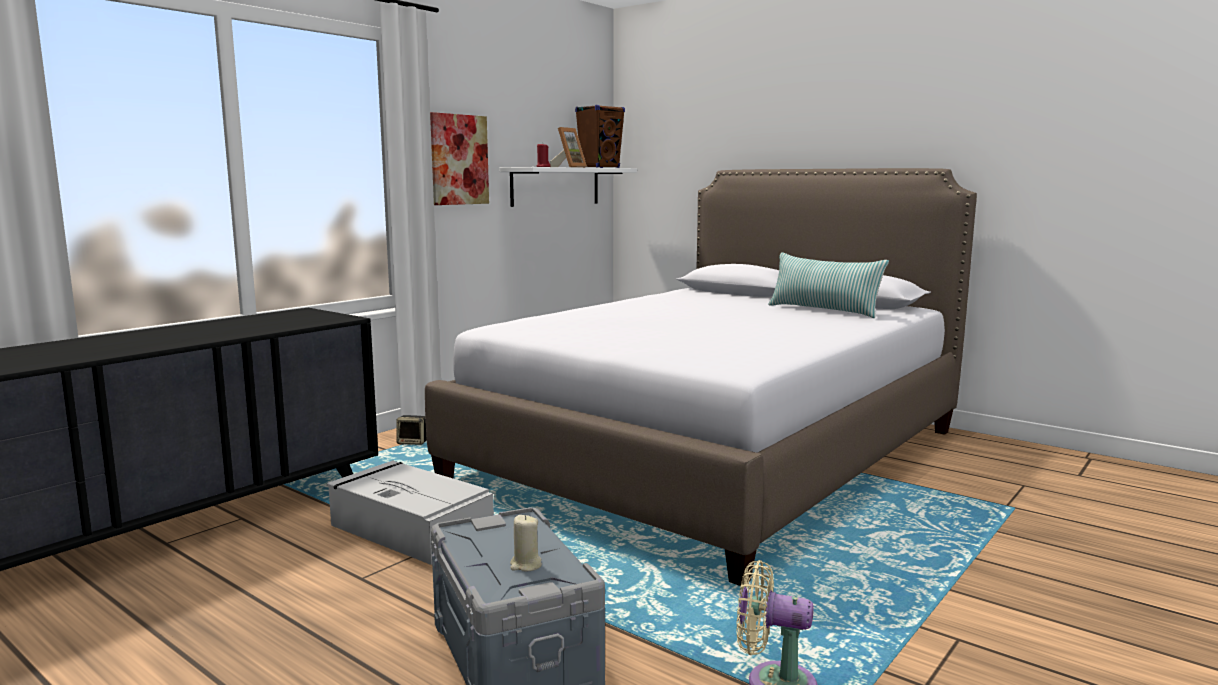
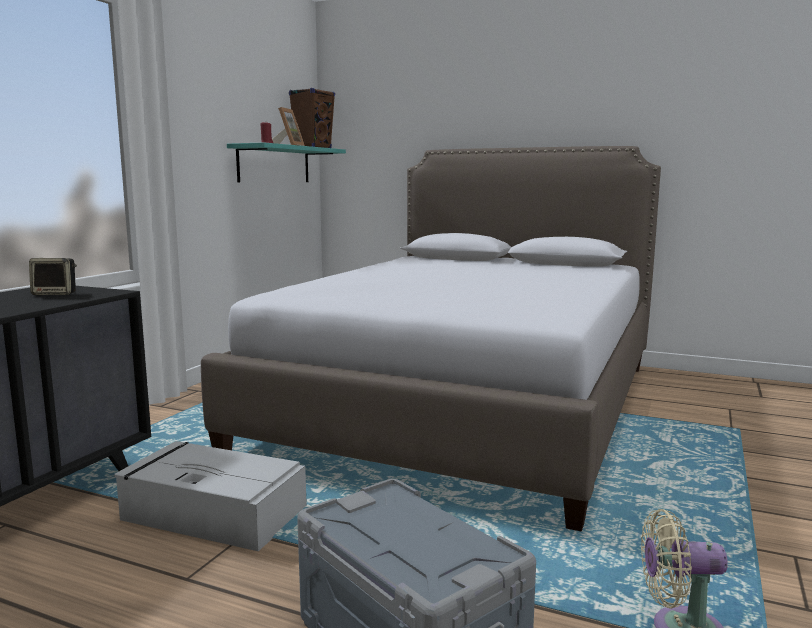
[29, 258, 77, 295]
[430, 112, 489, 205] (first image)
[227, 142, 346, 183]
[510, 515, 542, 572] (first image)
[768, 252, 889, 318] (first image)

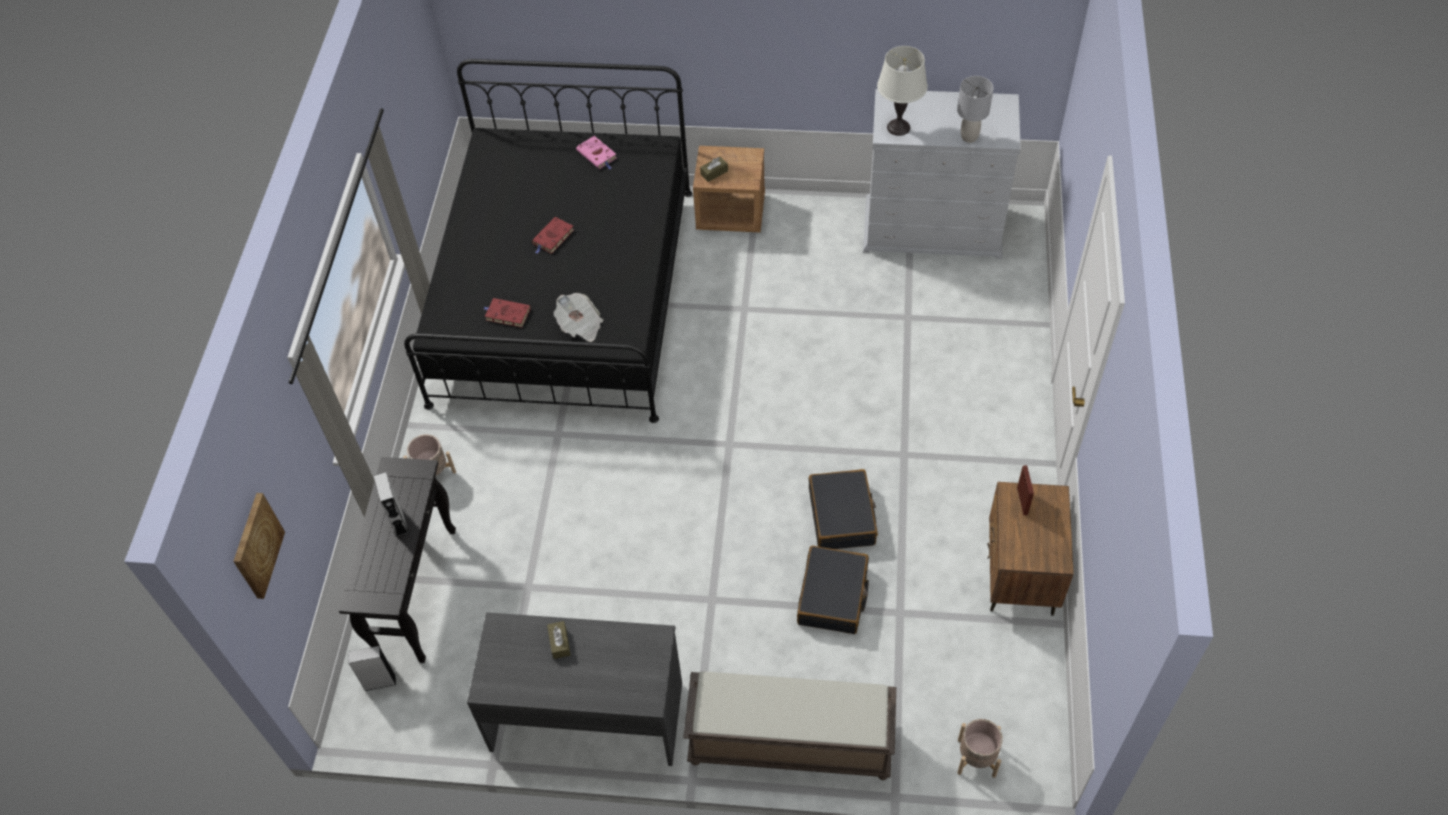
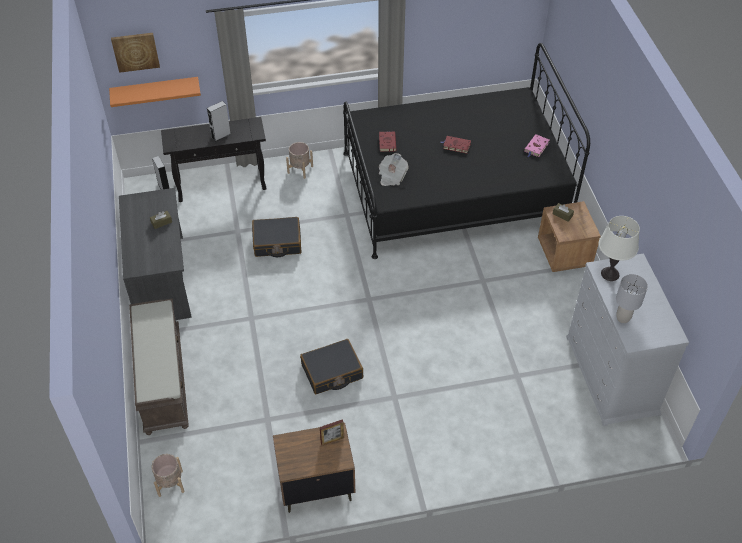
[252, 217, 302, 257]
[109, 77, 201, 107]

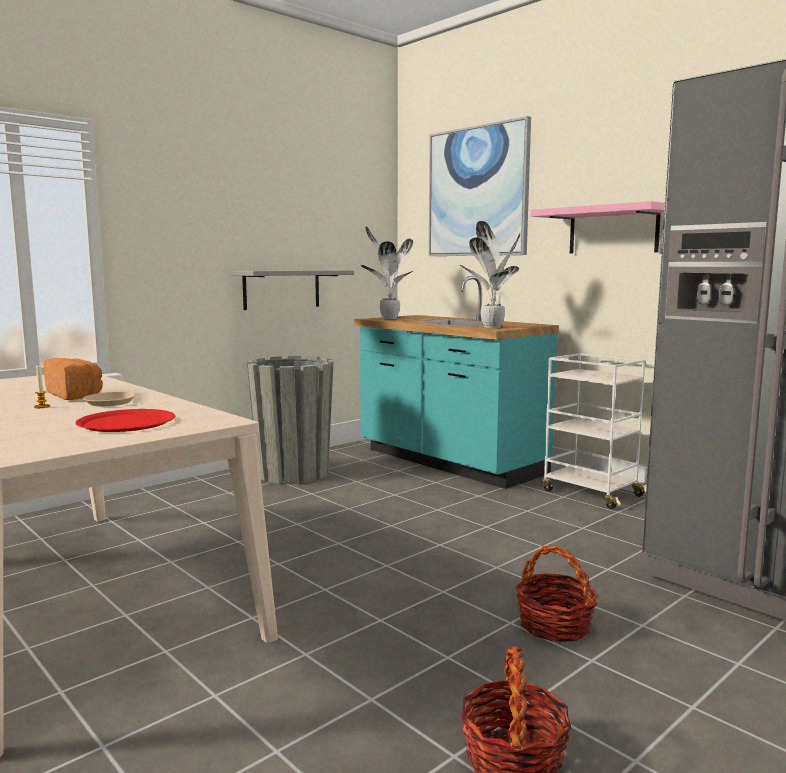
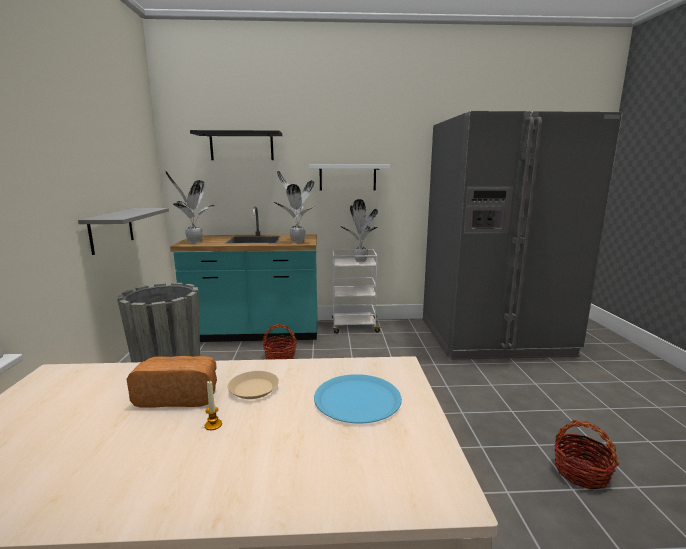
[314, 374, 402, 423]
[190, 130, 282, 160]
[262, 324, 297, 360]
[309, 164, 390, 191]
[340, 199, 378, 262]

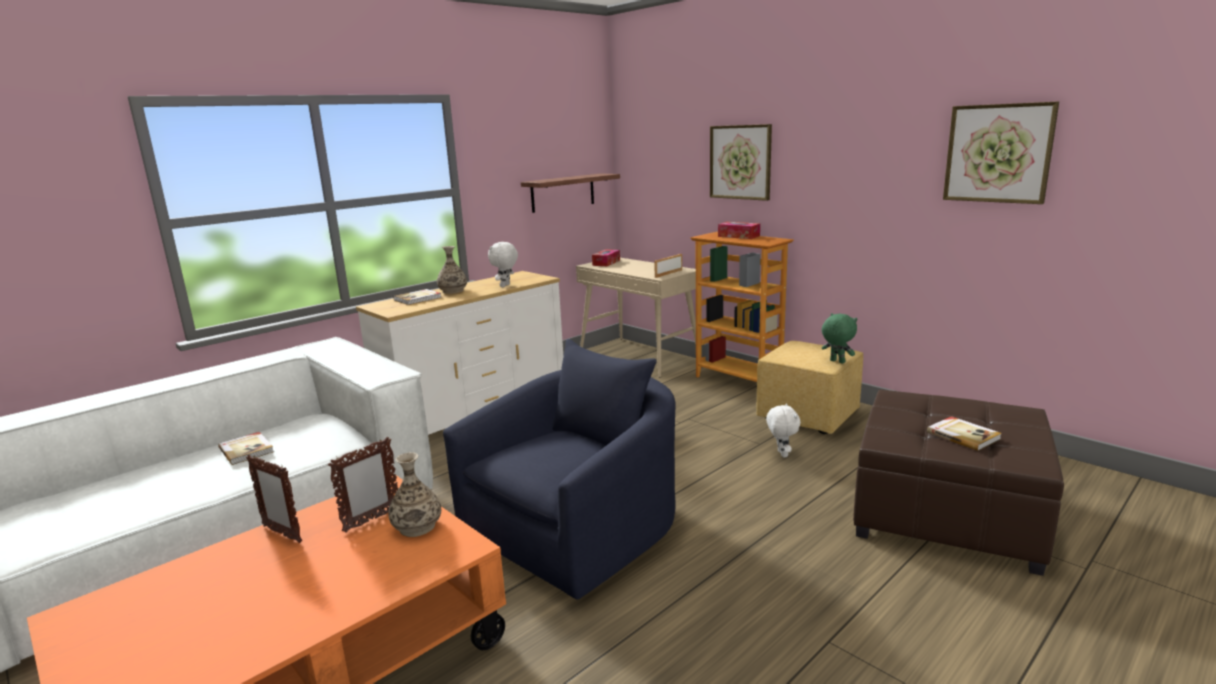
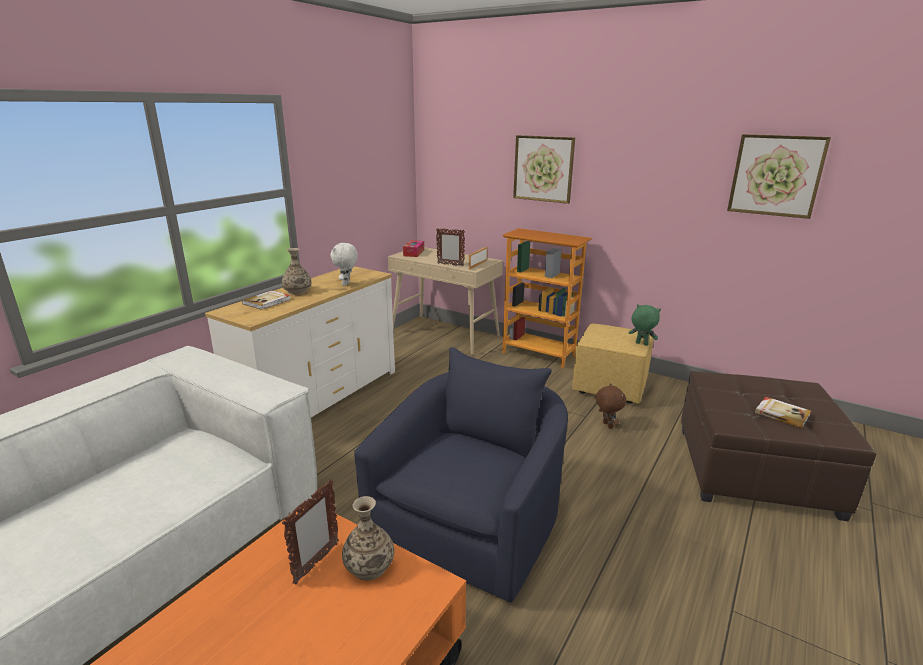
[218, 432, 274, 465] (first image)
[436, 228, 465, 266]
[521, 173, 620, 213] (first image)
[718, 222, 760, 239] (first image)
[596, 383, 626, 429]

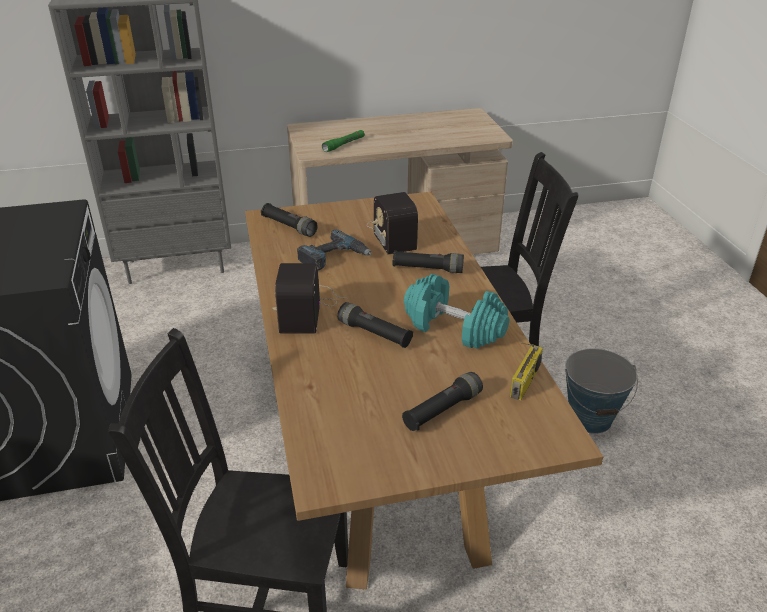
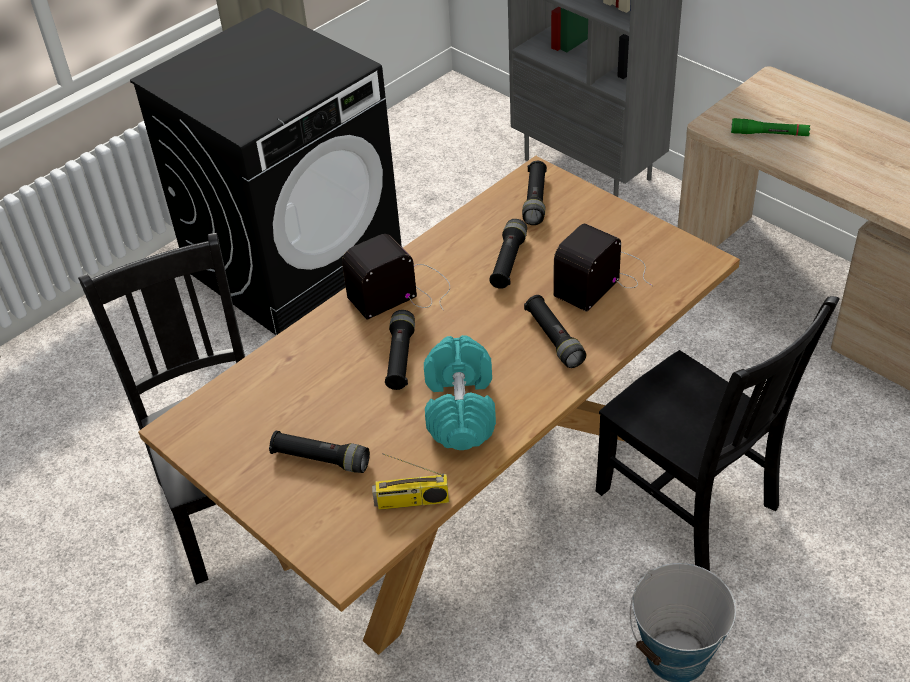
[489, 219, 527, 289]

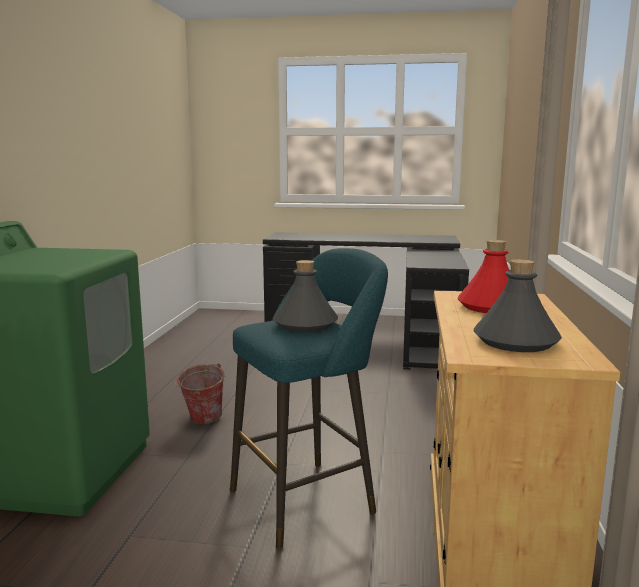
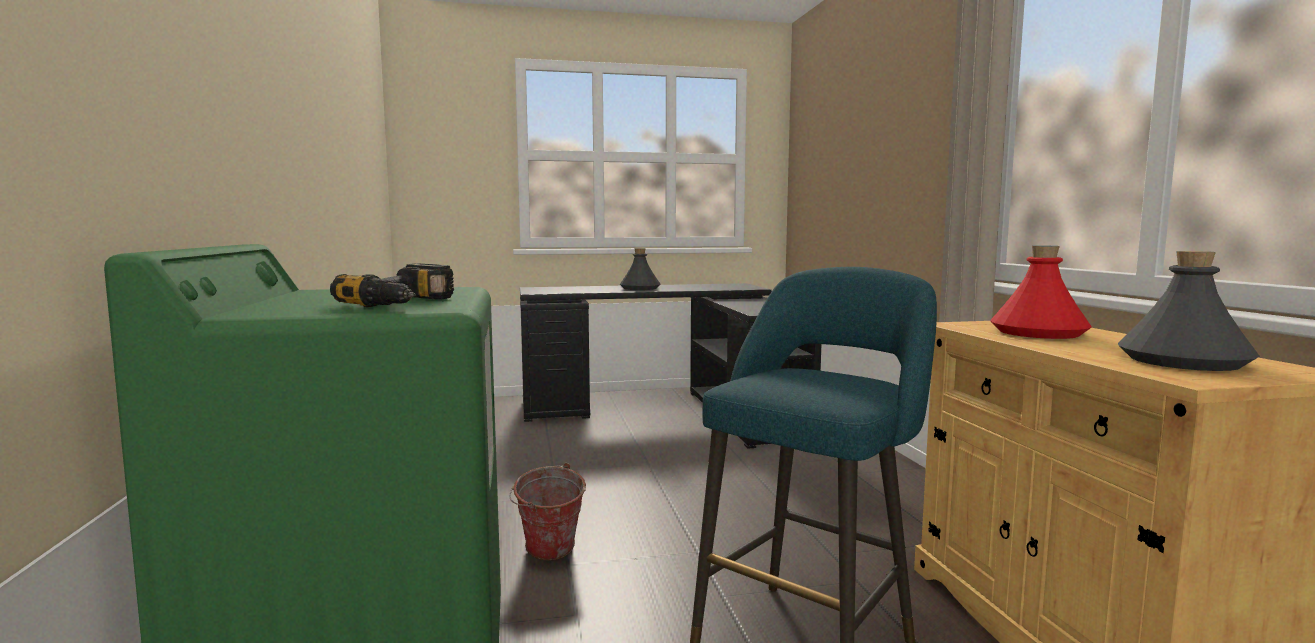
[620, 248, 660, 290]
[330, 263, 454, 307]

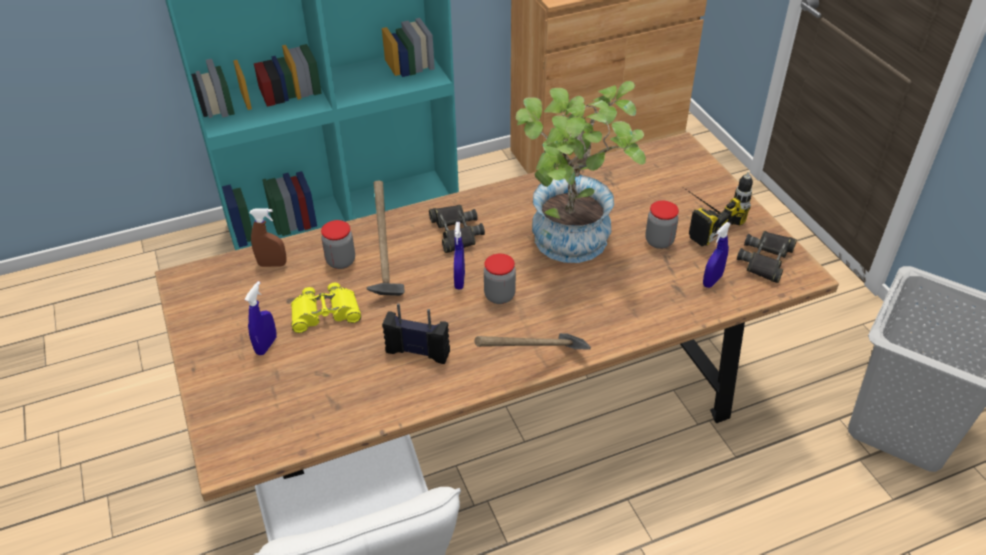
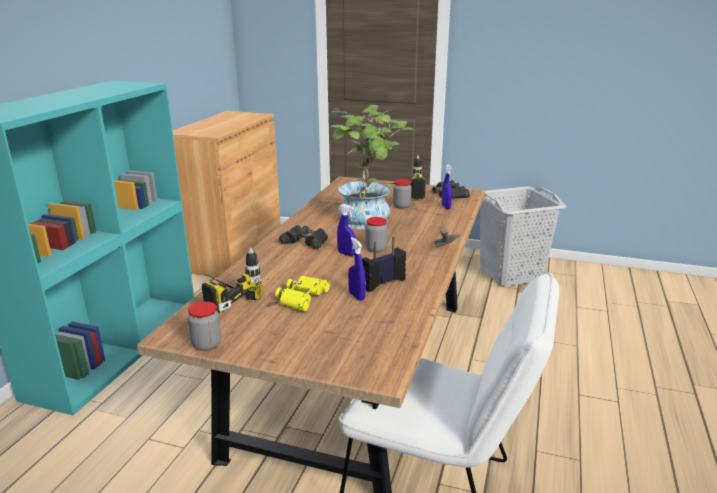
[348, 237, 366, 301]
[202, 247, 263, 315]
[188, 301, 221, 351]
[367, 181, 405, 296] (first image)

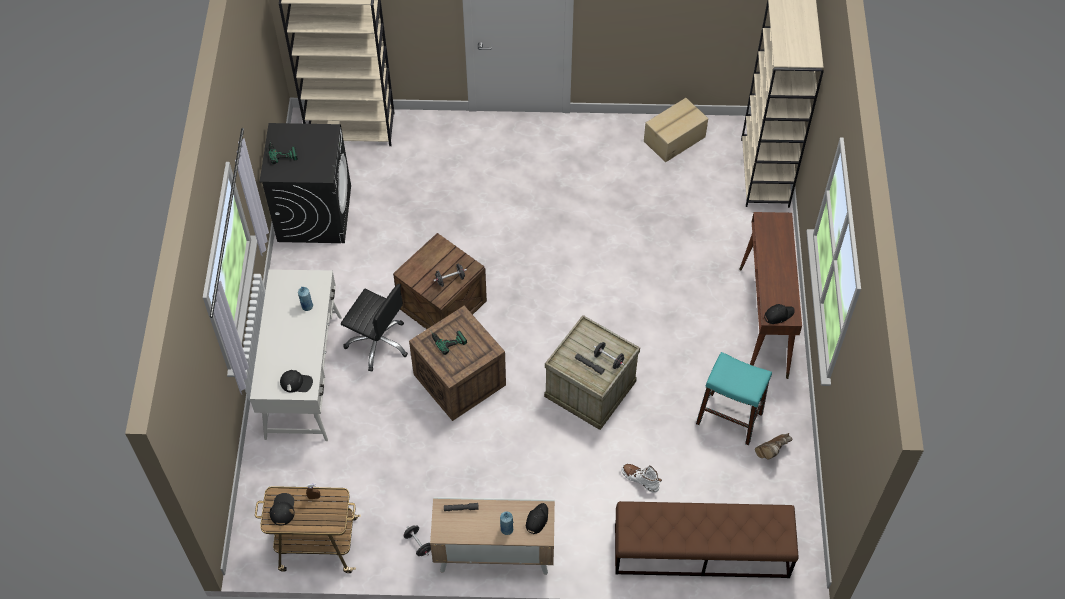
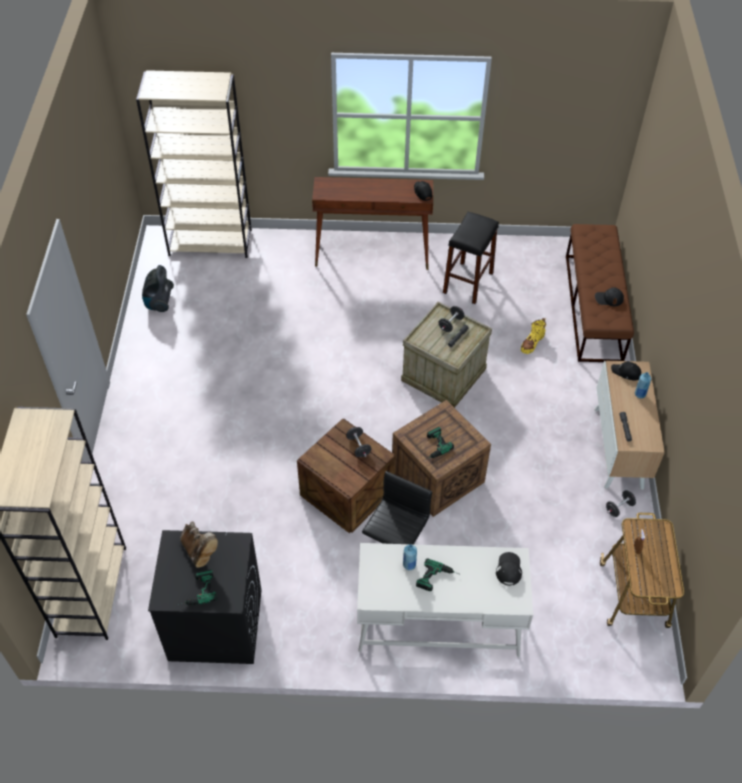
[595, 287, 624, 306]
[521, 318, 546, 354]
[142, 265, 174, 312]
[443, 212, 499, 304]
[180, 522, 218, 568]
[416, 558, 458, 591]

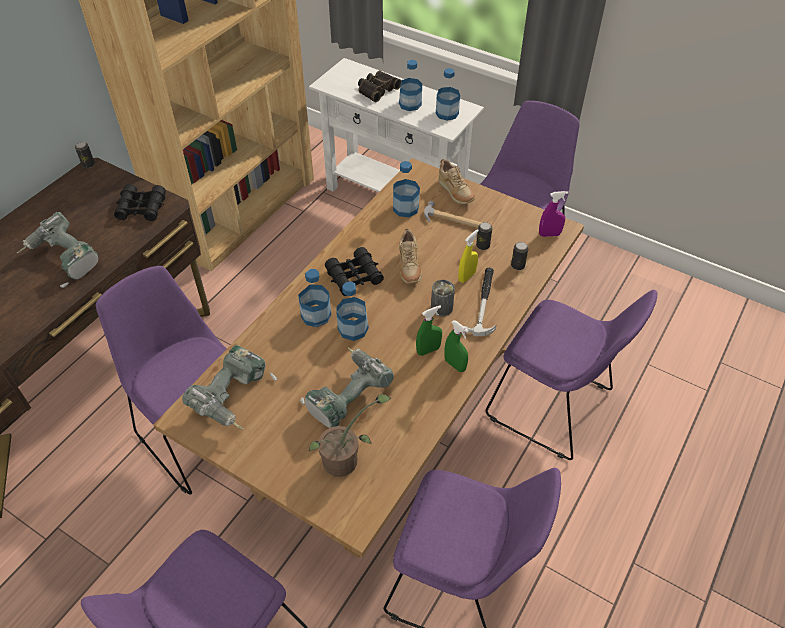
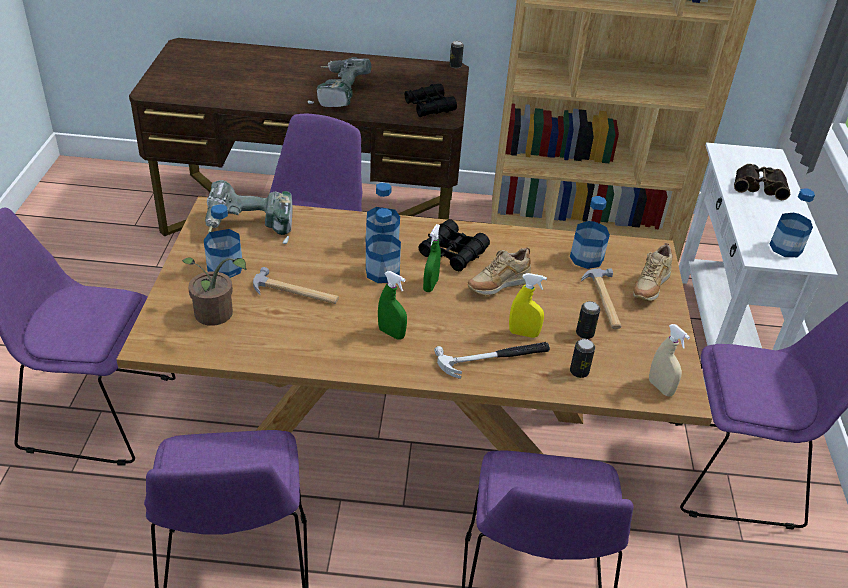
[253, 267, 339, 304]
[204, 204, 242, 278]
[431, 280, 455, 316] (first image)
[423, 224, 441, 292]
[649, 324, 690, 396]

